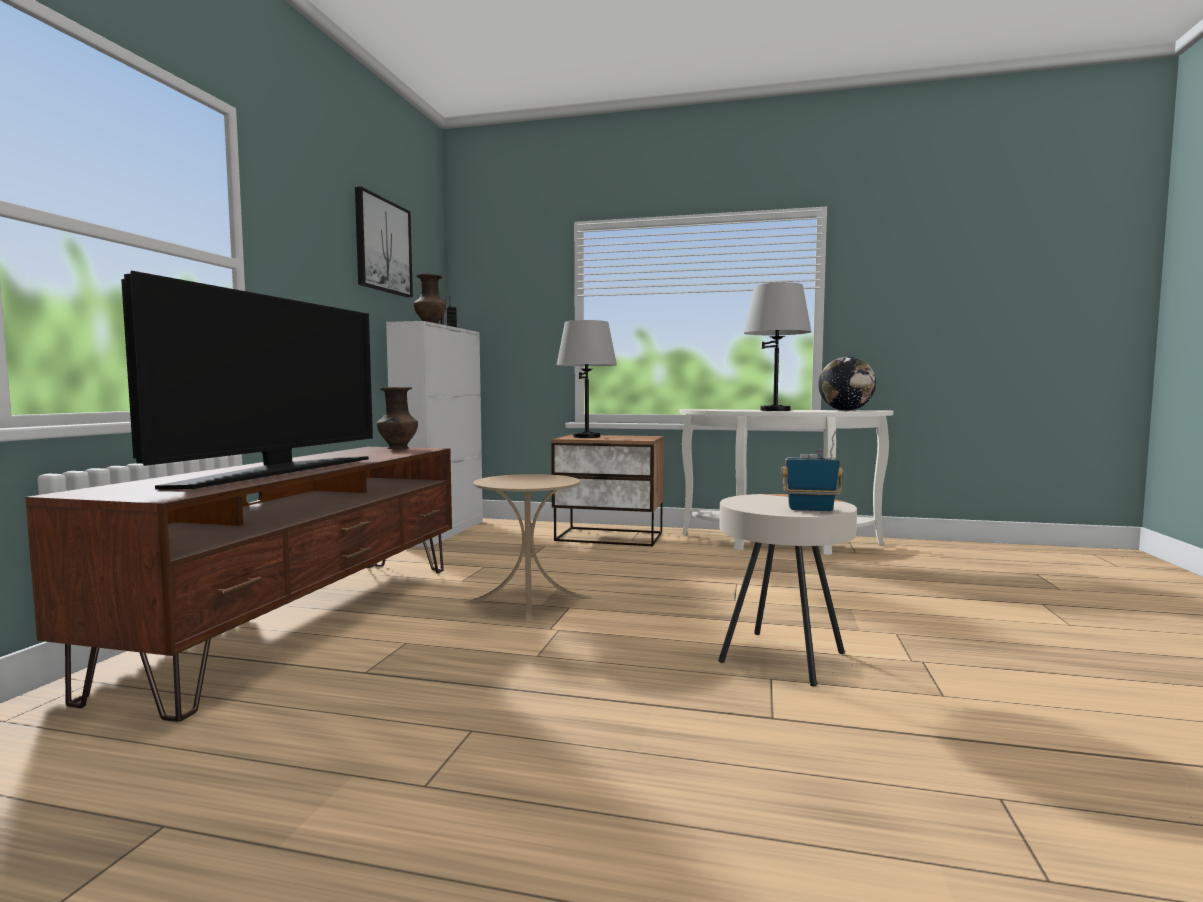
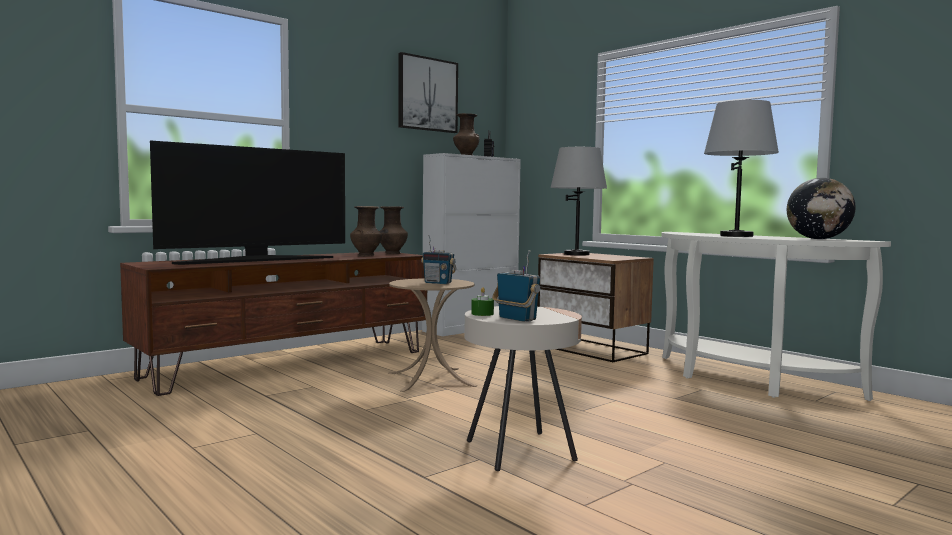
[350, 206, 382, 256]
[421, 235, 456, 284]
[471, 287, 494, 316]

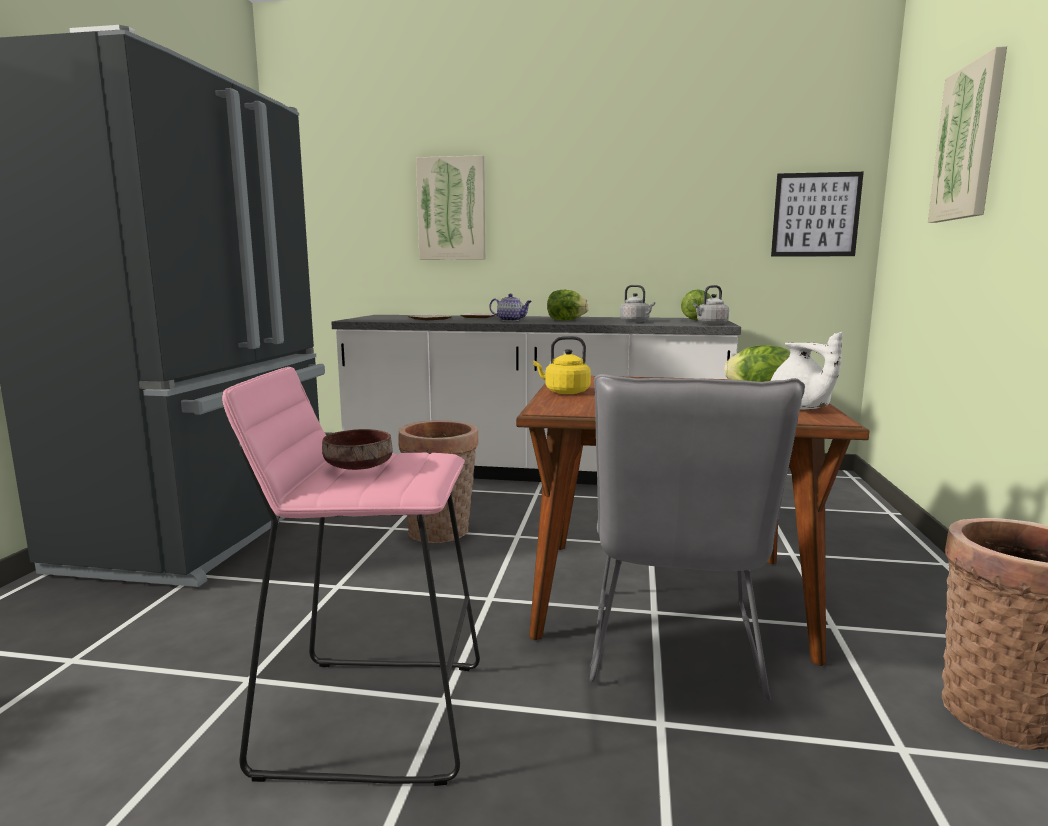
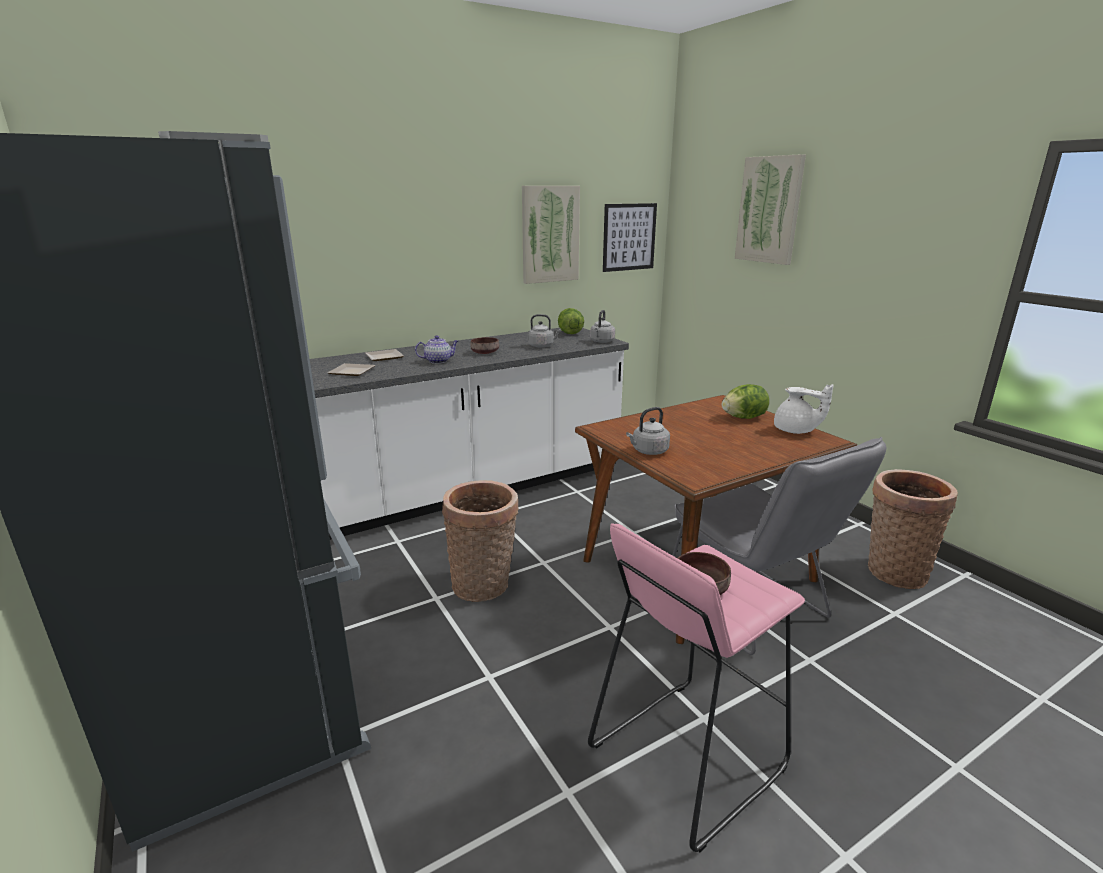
[522, 186, 580, 284]
[626, 407, 670, 455]
[470, 337, 499, 354]

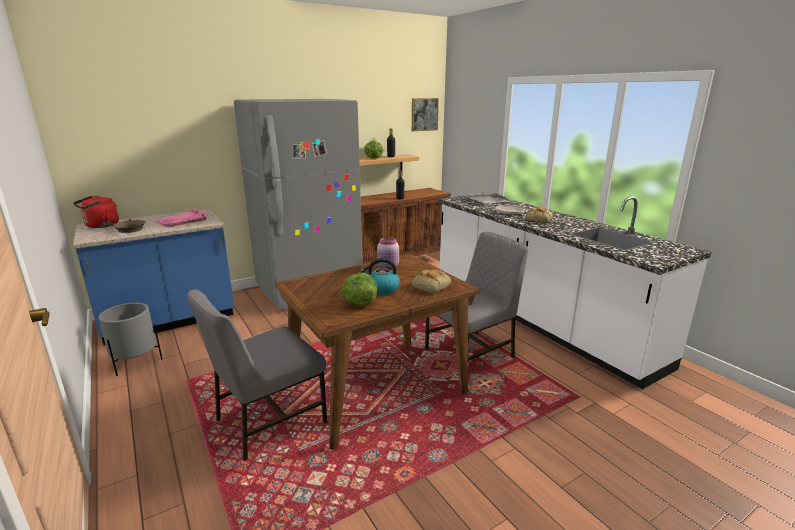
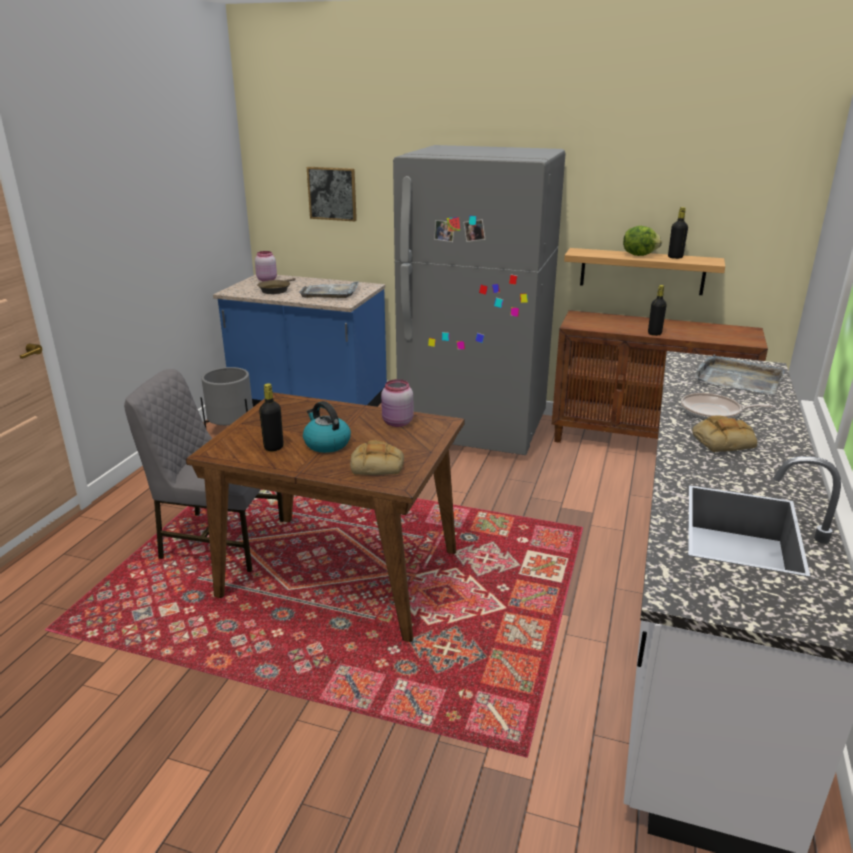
[255, 251, 277, 281]
[299, 281, 359, 298]
[259, 383, 284, 451]
[307, 167, 357, 221]
[425, 232, 528, 361] (first image)

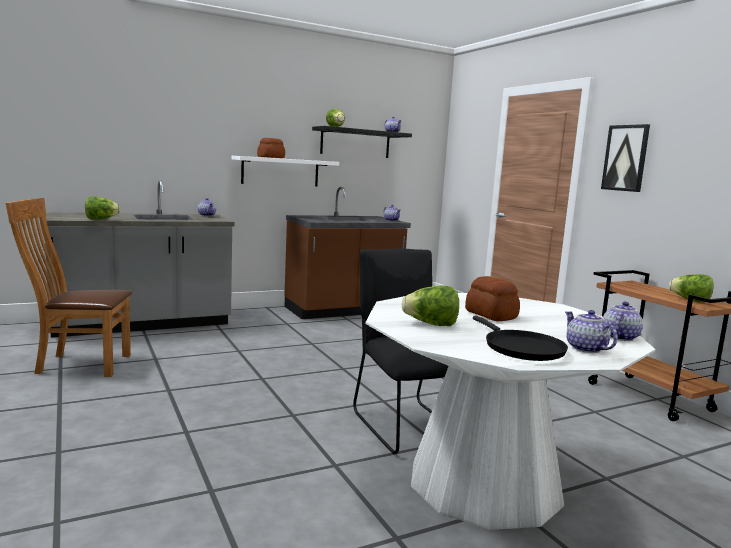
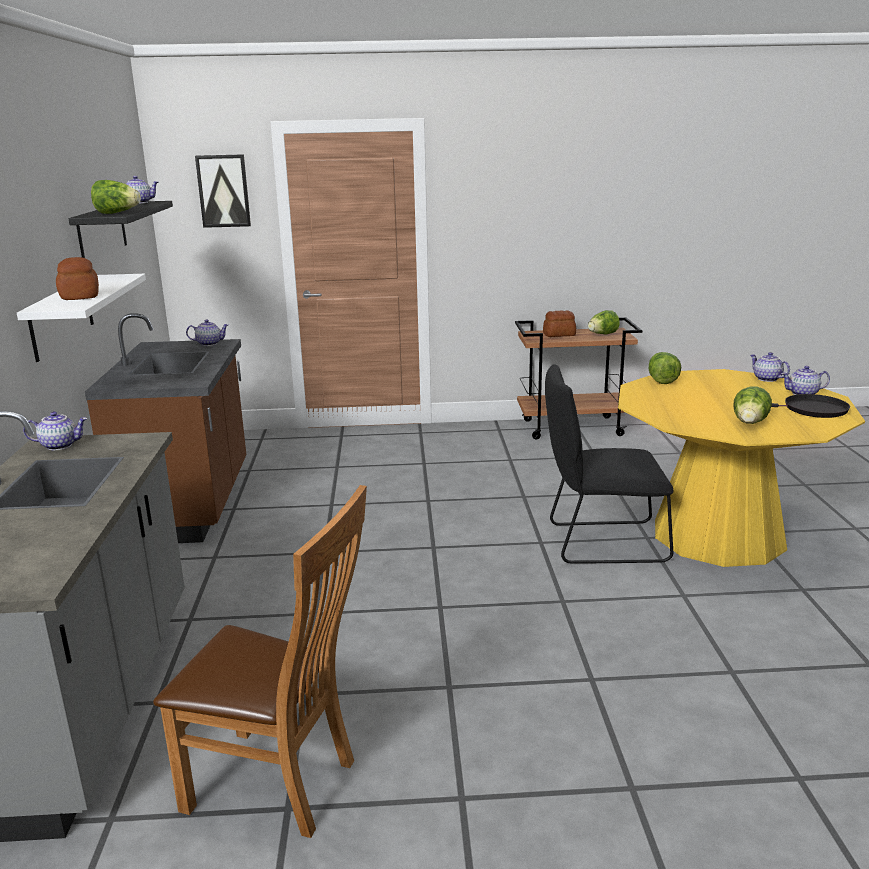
[153, 485, 367, 838]
[648, 352, 681, 384]
[618, 369, 865, 567]
[543, 310, 576, 337]
[195, 154, 251, 228]

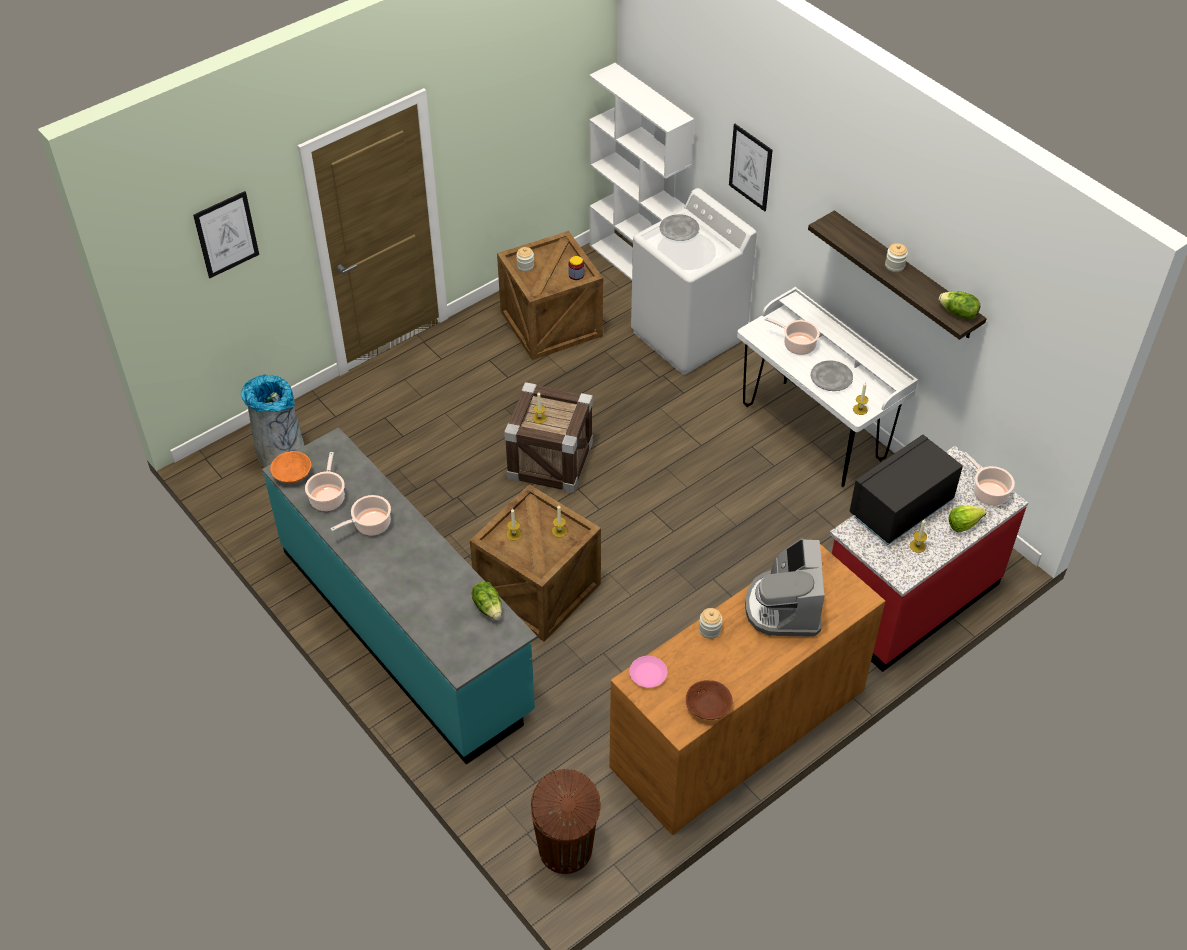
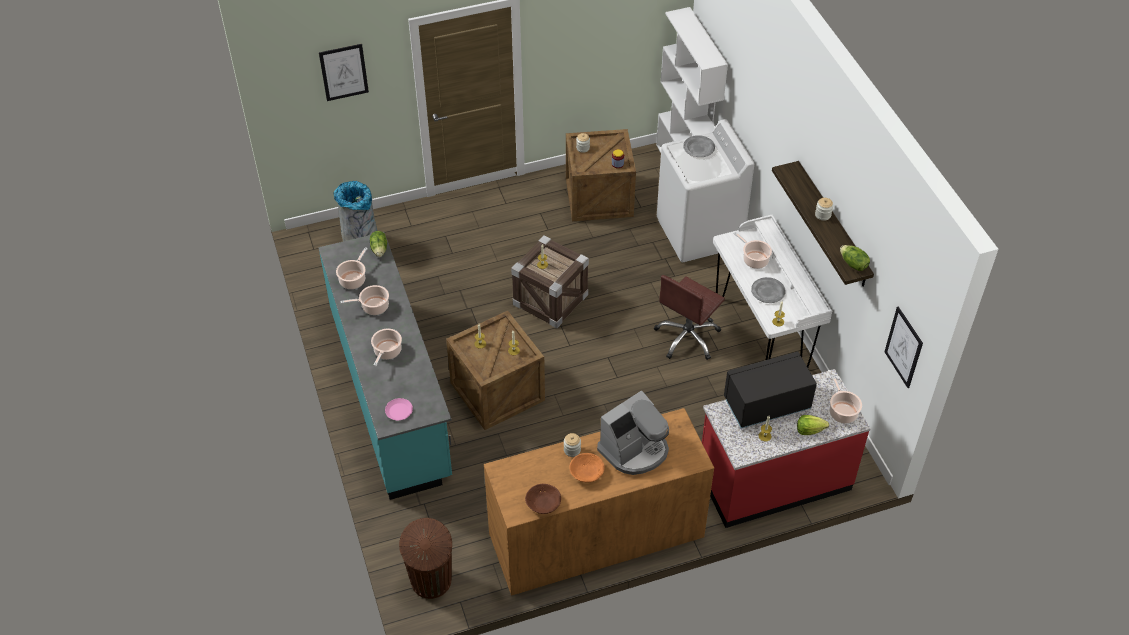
[569, 453, 604, 483]
[370, 231, 387, 257]
[385, 398, 413, 420]
[884, 306, 923, 388]
[597, 390, 669, 475]
[371, 329, 402, 366]
[654, 275, 725, 360]

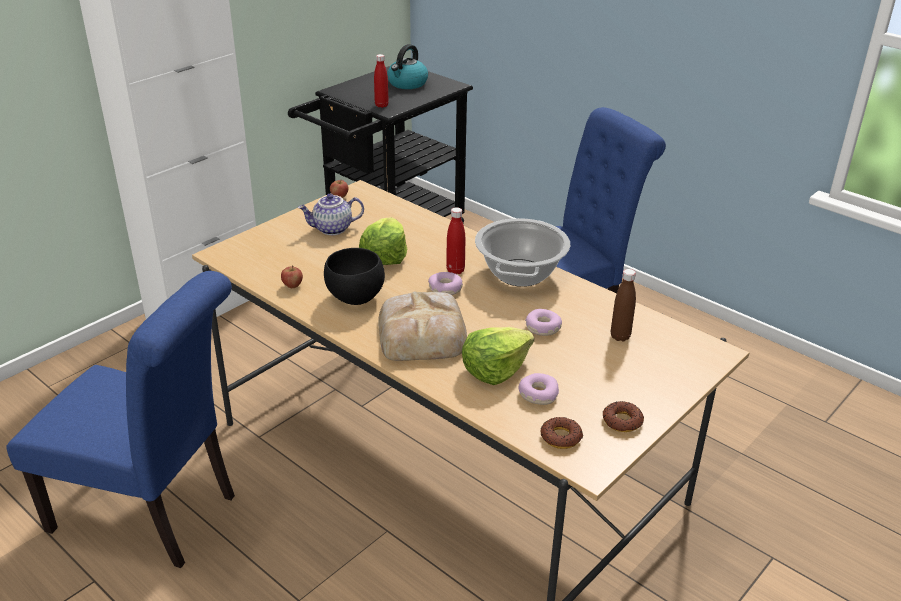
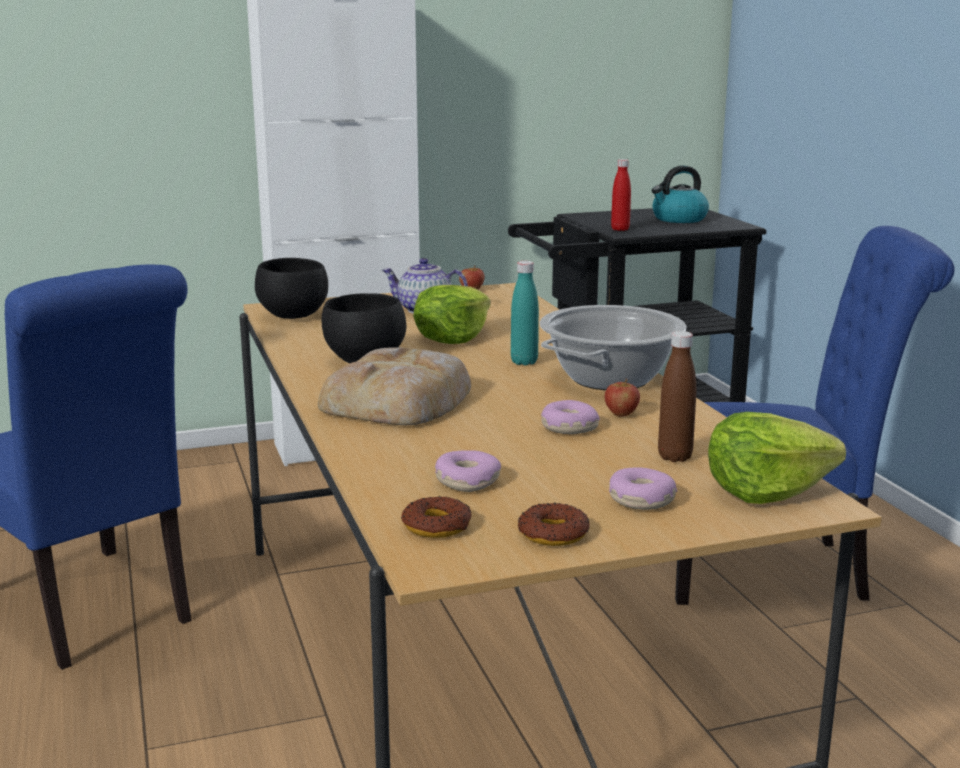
[605, 378, 640, 417]
[609, 468, 677, 510]
[511, 261, 539, 365]
[708, 412, 846, 504]
[255, 258, 328, 319]

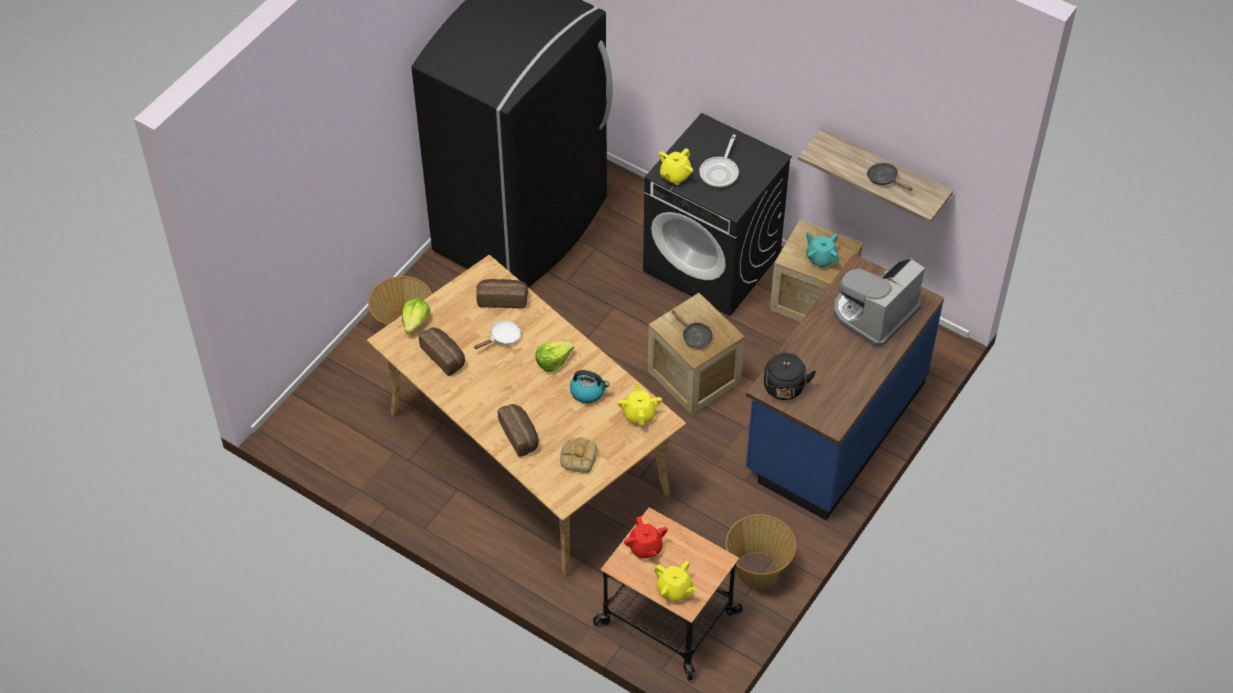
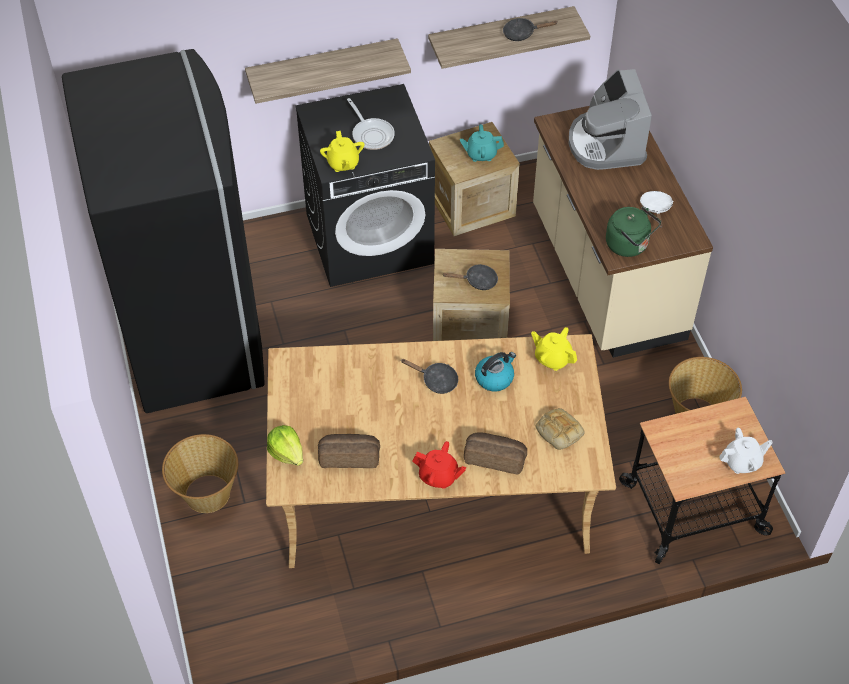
[640, 191, 673, 228]
[476, 279, 528, 308] (first image)
[401, 359, 458, 394]
[412, 441, 466, 489]
[719, 428, 773, 474]
[533, 106, 713, 358]
[606, 207, 661, 257]
[245, 38, 411, 104]

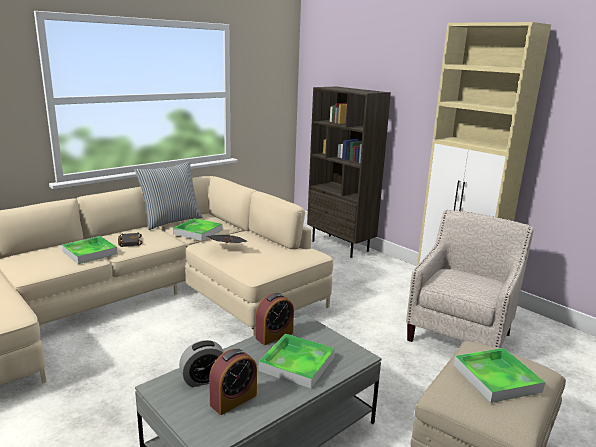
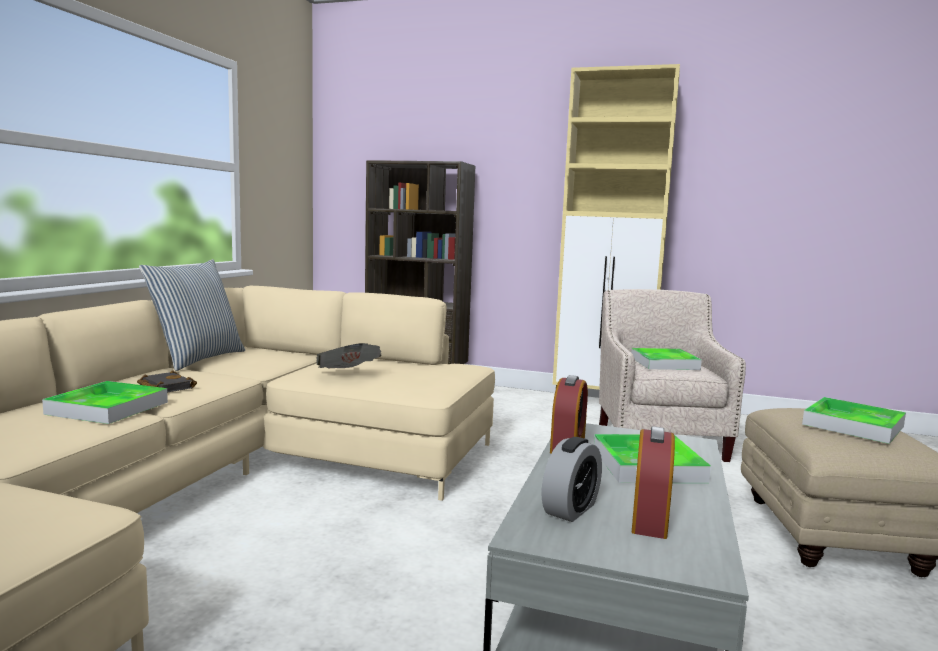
[631, 348, 702, 370]

